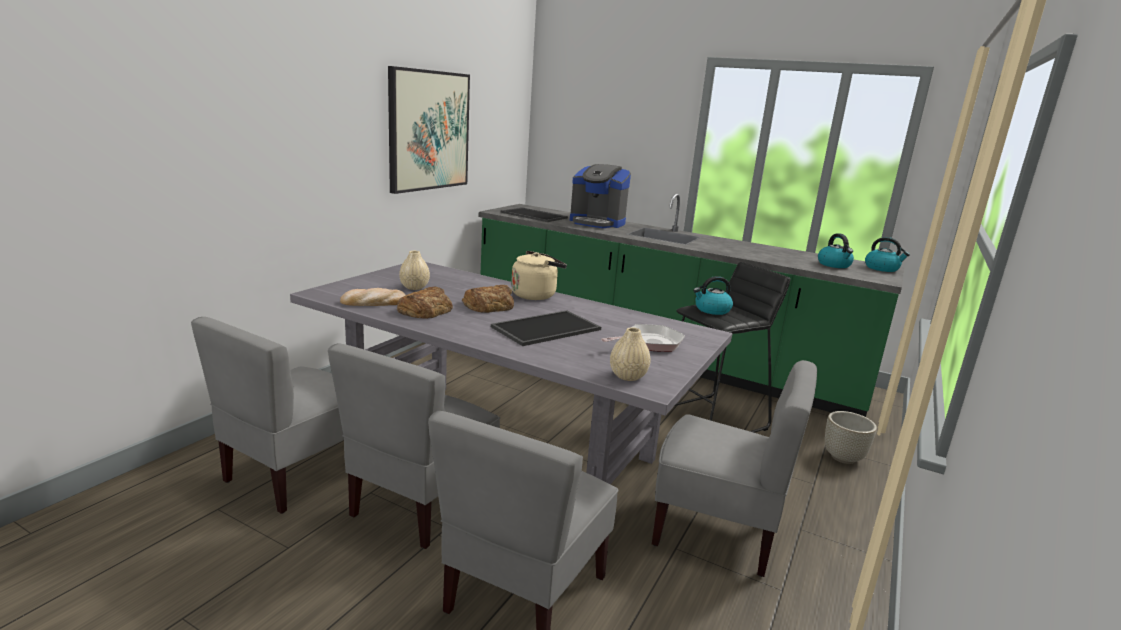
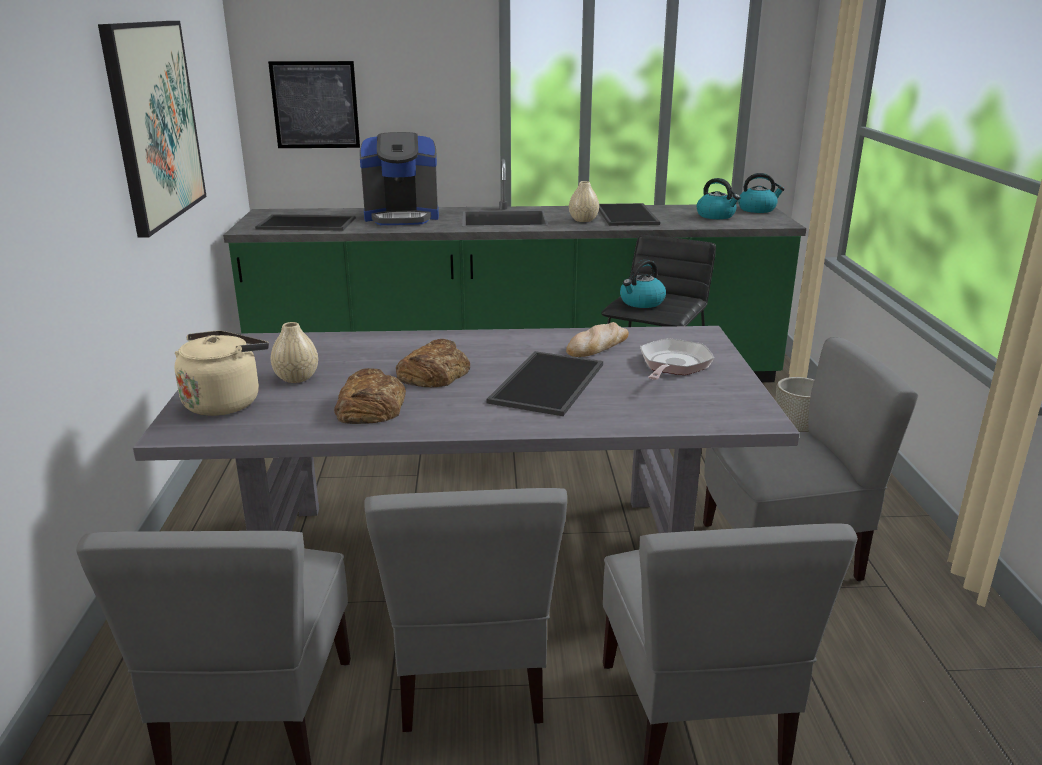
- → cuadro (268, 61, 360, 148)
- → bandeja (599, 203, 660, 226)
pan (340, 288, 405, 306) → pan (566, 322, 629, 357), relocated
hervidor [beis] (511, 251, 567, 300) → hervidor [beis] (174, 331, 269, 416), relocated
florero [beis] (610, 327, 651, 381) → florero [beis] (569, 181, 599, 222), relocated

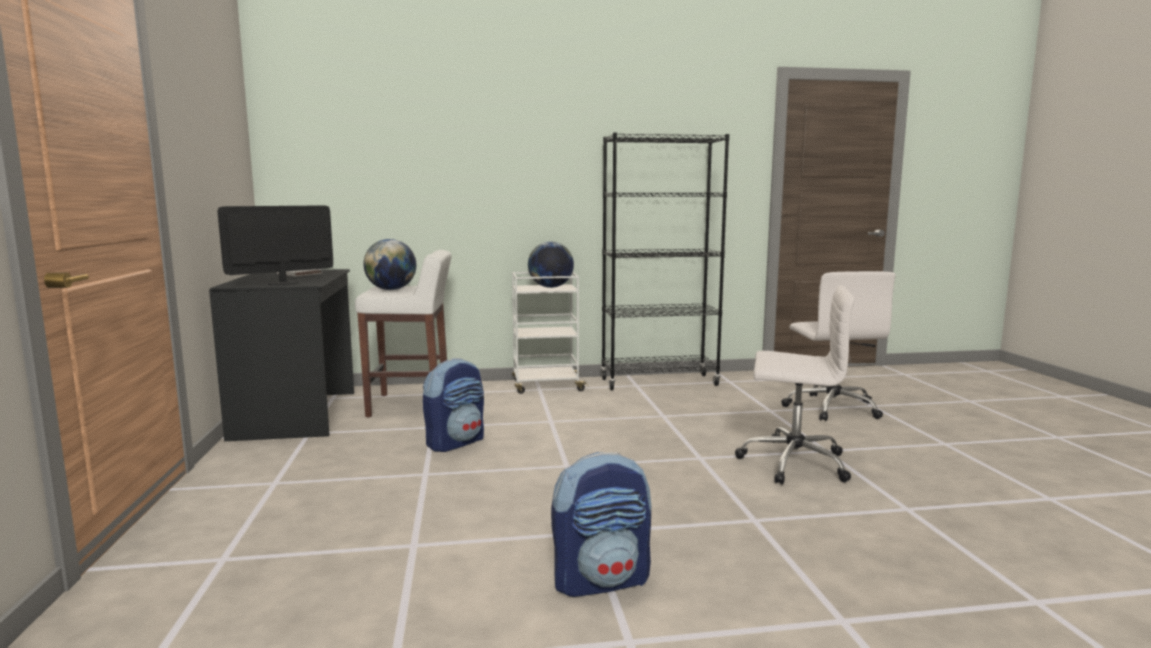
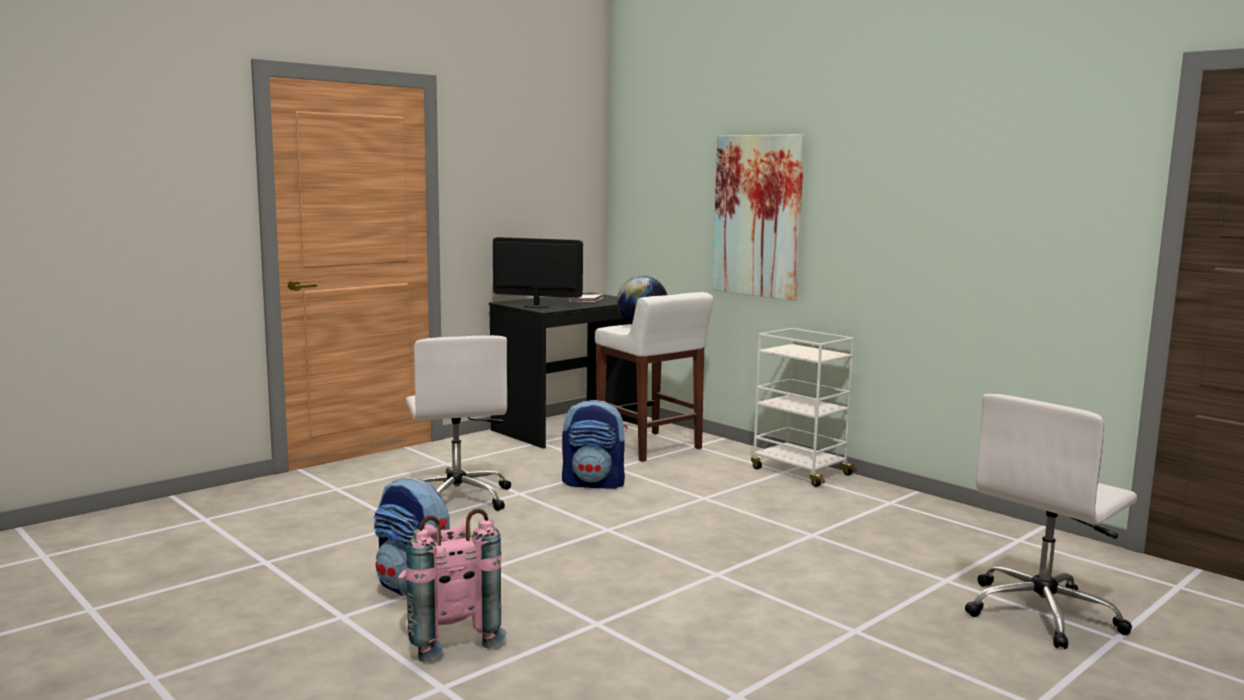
globo terráqueo (528, 242, 574, 288) → -
estantería [negro] (601, 132, 729, 391) → -
- → mochila [rosa] (397, 508, 507, 662)
- → cuadro (712, 134, 805, 301)
silla de oficina [blanco] (735, 285, 855, 485) → silla de oficina [blanco] (406, 335, 511, 511), relocated

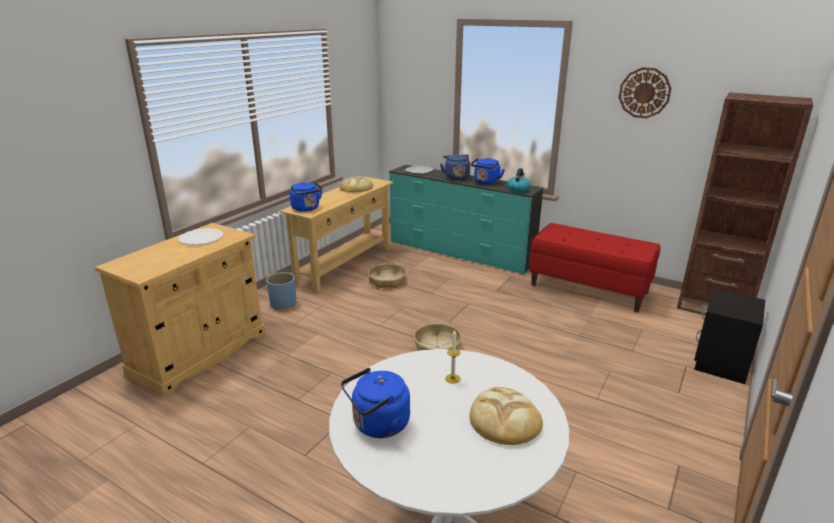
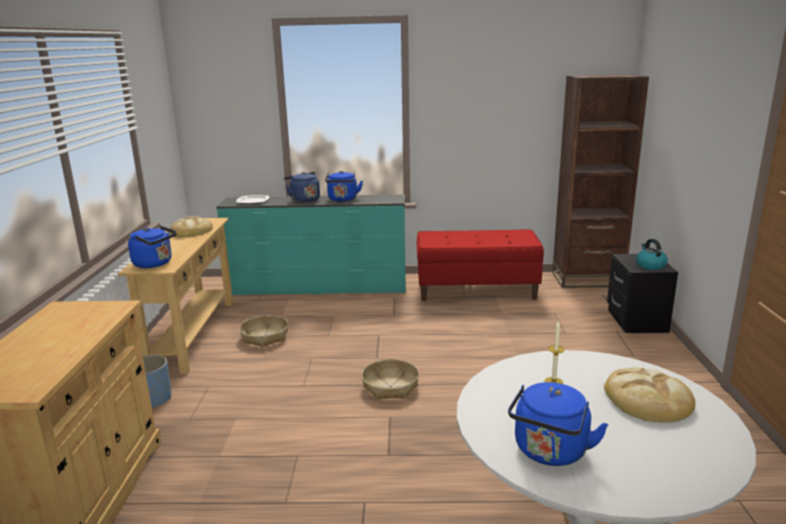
plato [blanco] (178, 228, 223, 245) → -
reloj de pared (619, 67, 671, 118) → -
hervidor (507, 168, 530, 192) → hervidor (636, 239, 668, 270), relocated

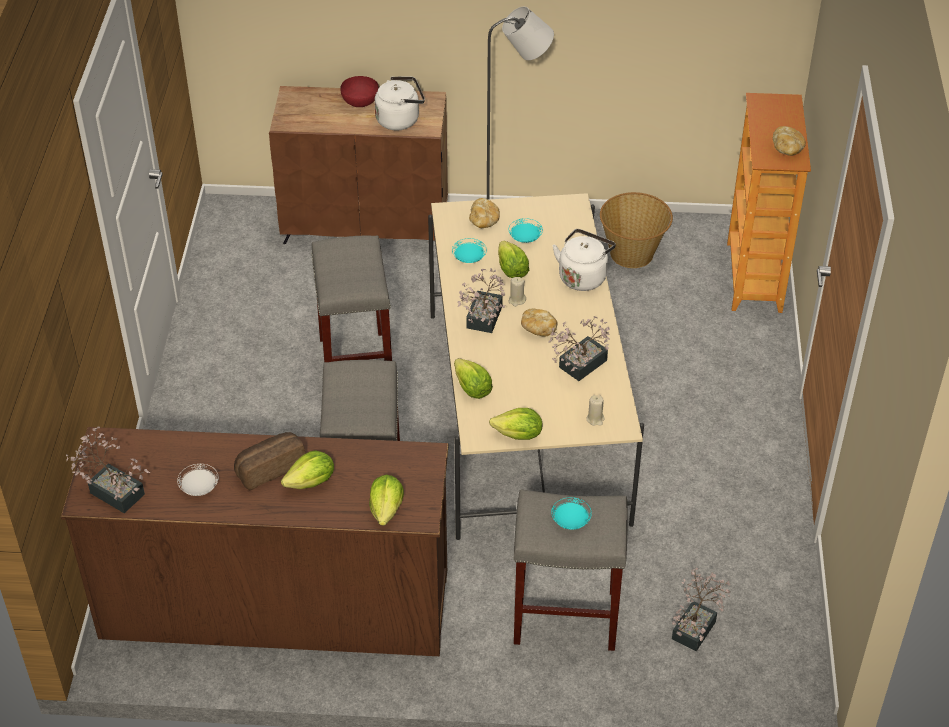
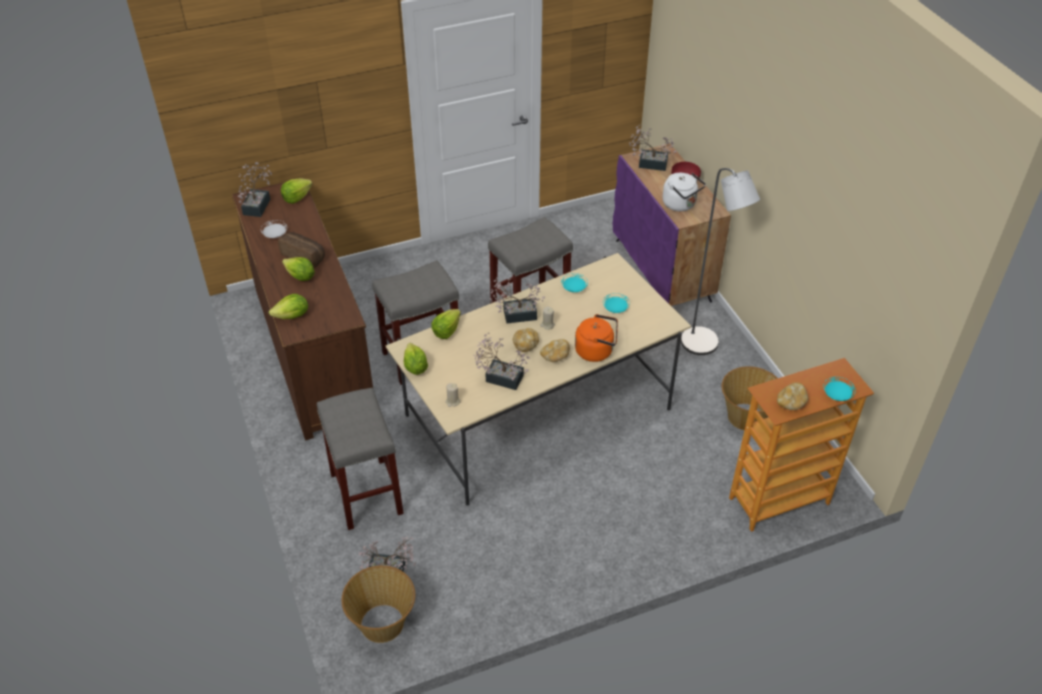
- → cesta (342, 565, 415, 643)
- → planta en maceta (629, 125, 676, 171)
pan (469, 198, 500, 228) → pan (540, 339, 570, 362), relocated
lechuga (498, 241, 529, 278) → lechuga (281, 178, 312, 204), relocated
plato [turquesa] (551, 497, 592, 530) → plato [turquesa] (823, 377, 856, 401), relocated
armario [marrón] (269, 86, 448, 244) → armario [morado] (613, 143, 731, 306)
hervidor [blanco] (553, 229, 616, 291) → hervidor [naranja] (575, 314, 618, 362)

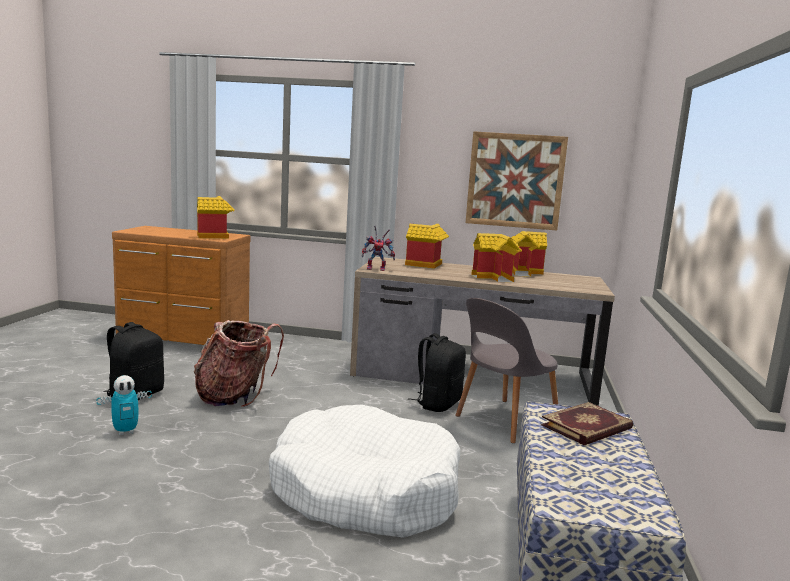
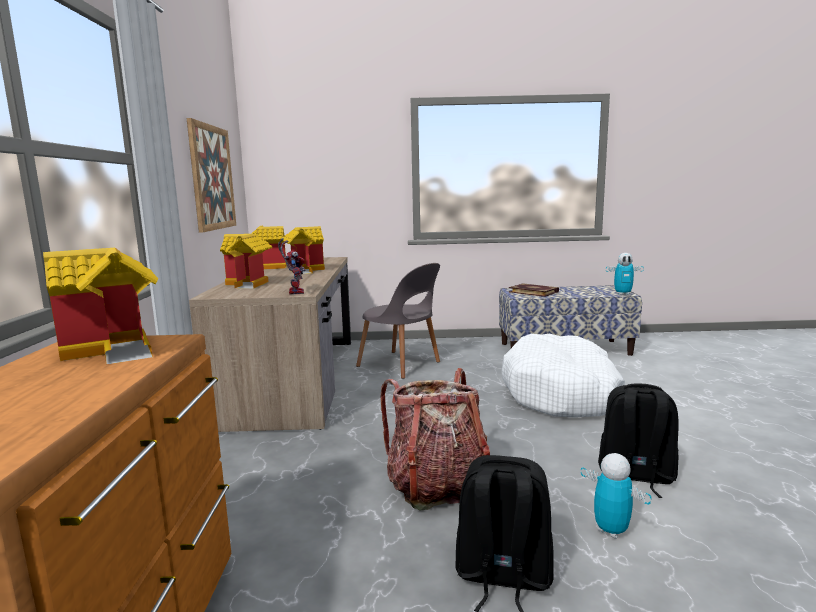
- → robot de juguete (606, 253, 644, 295)
mochila [negro] (408, 333, 466, 412) → mochila [negro] (598, 383, 679, 498), relocated

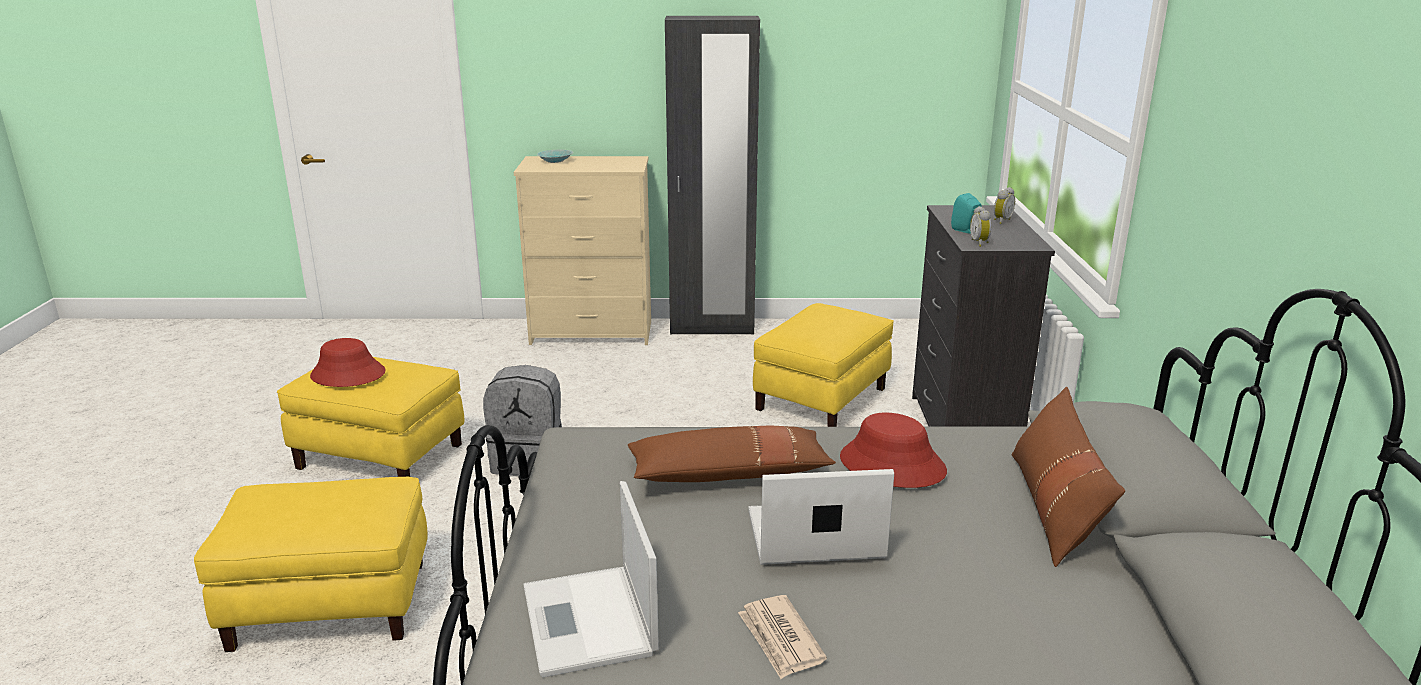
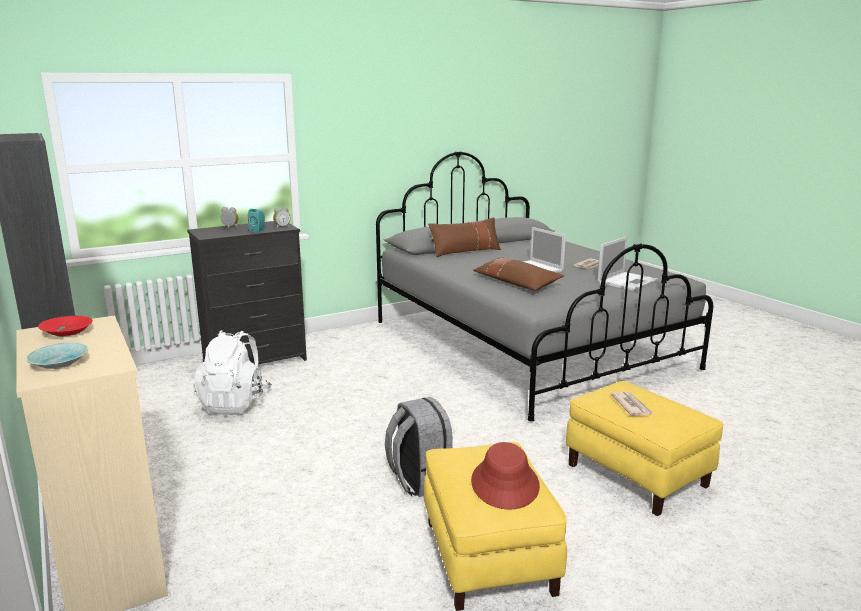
sombrero [rojo] (840, 413, 947, 488) → -
- → cuenco [rojo] (38, 316, 93, 337)
- → periódico (611, 392, 653, 416)
puf [amarillo] (753, 303, 894, 427) → mochila [blanco] (192, 330, 272, 415)

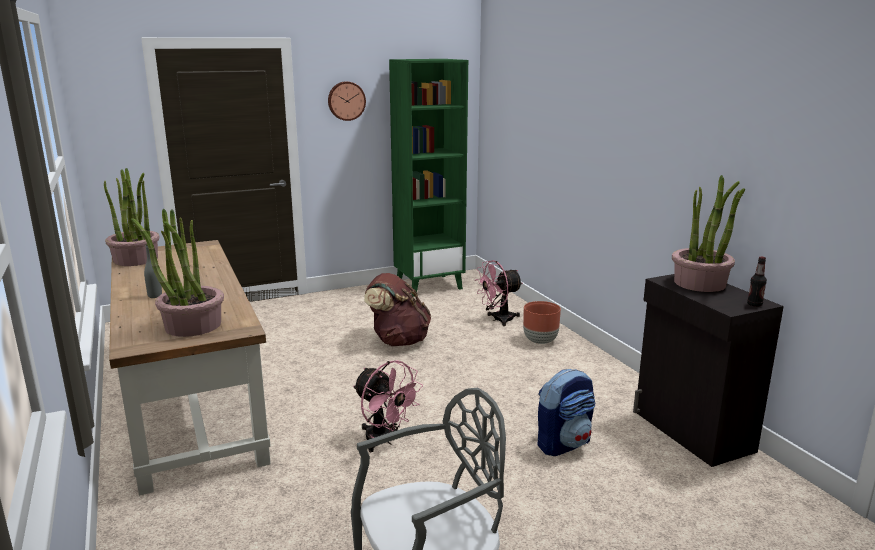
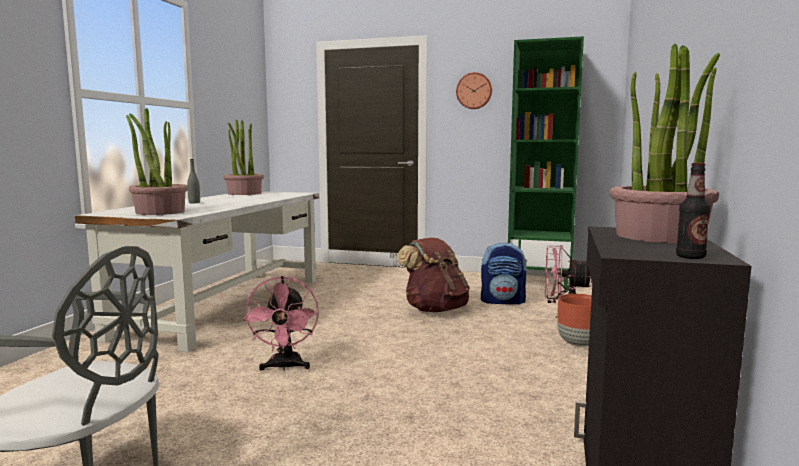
mochila (537, 369, 596, 456) → mochila (481, 242, 527, 305), relocated
escritorio [marrón] (109, 240, 271, 496) → escritorio [blanco] (75, 191, 319, 352)

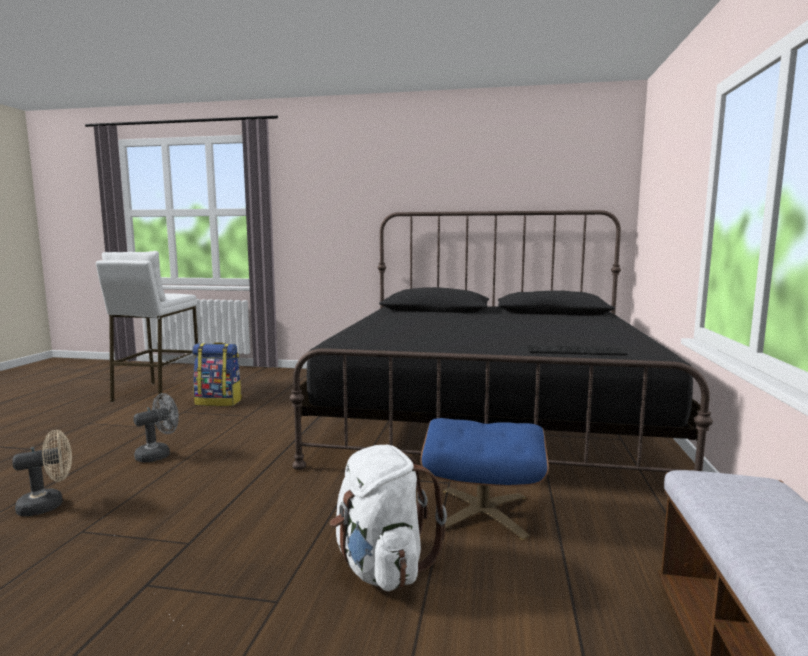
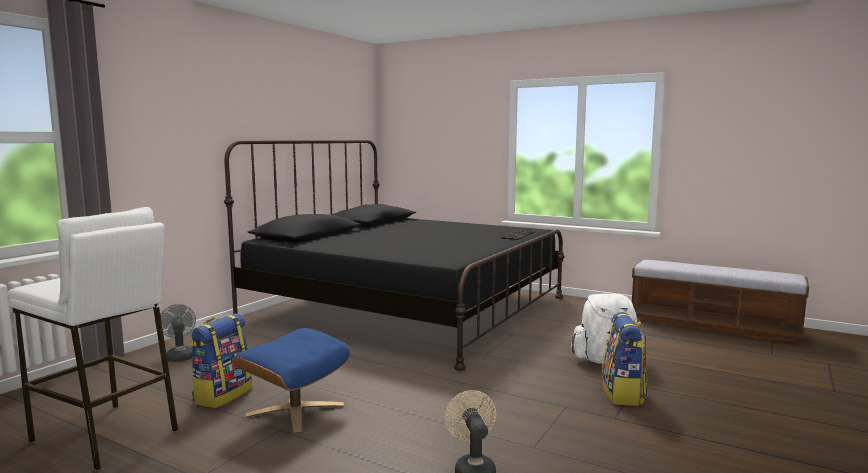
- → mochila (602, 312, 648, 406)
ventilador [gris] (133, 393, 179, 463) → ventilador [gris] (160, 304, 196, 362), relocated
puf [azul] (420, 418, 549, 540) → puf [azul] (232, 328, 350, 434), relocated

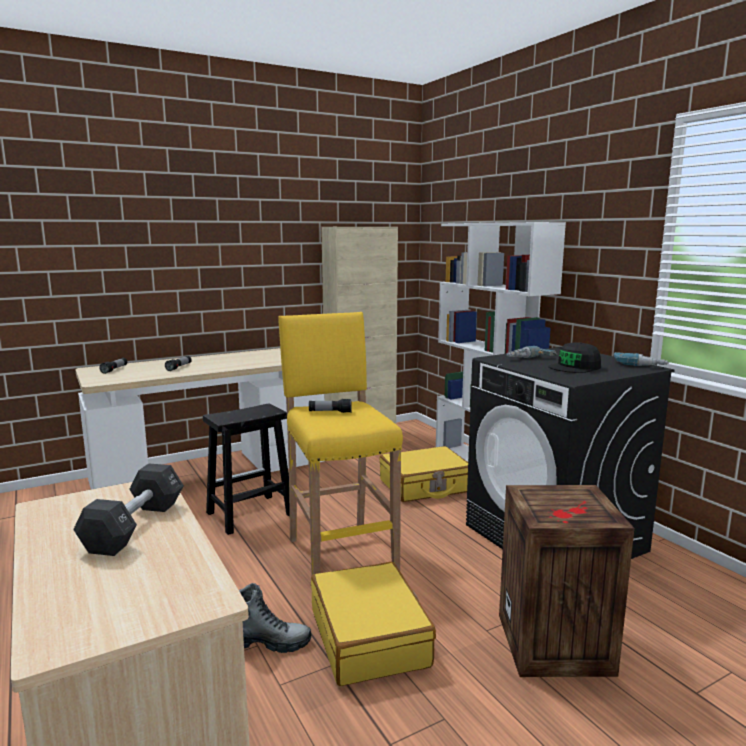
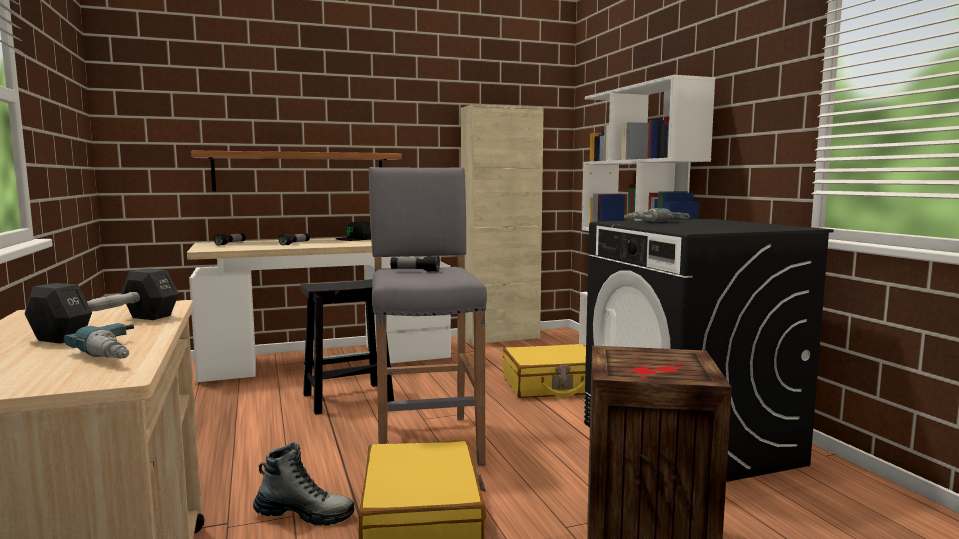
- → estante (191, 150, 402, 191)
gorra [negro] (548, 343, 601, 373) → gorra [negro] (336, 221, 371, 241), relocated
taladro (614, 352, 669, 366) → taladro (64, 323, 134, 359), relocated
taburete [amarillo] (278, 312, 403, 575) → taburete [gris] (369, 167, 487, 466)

